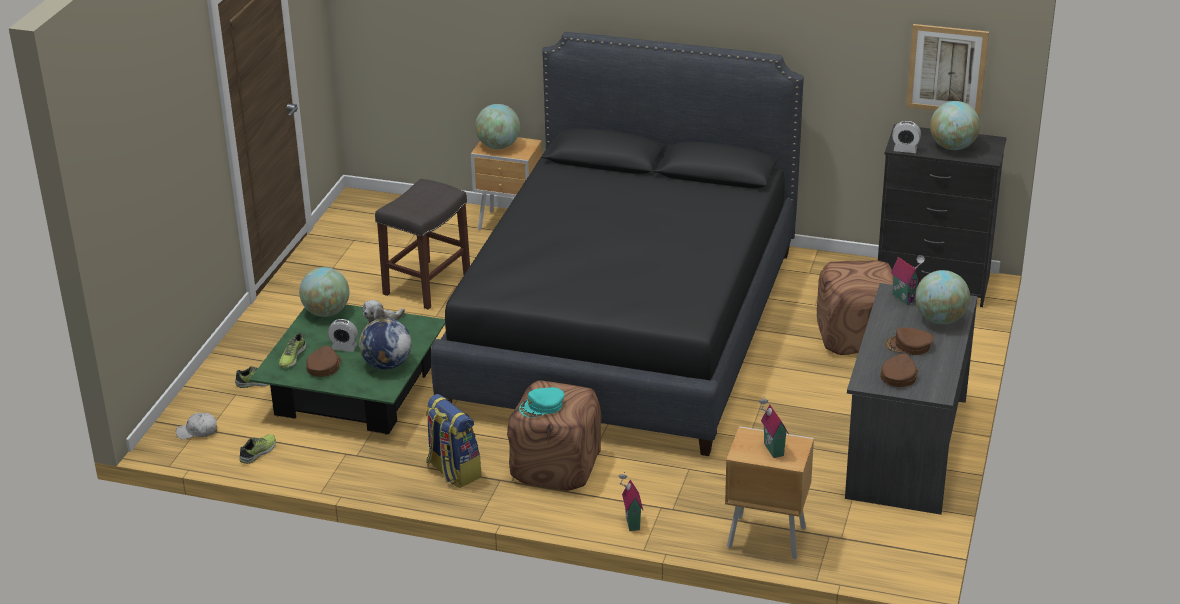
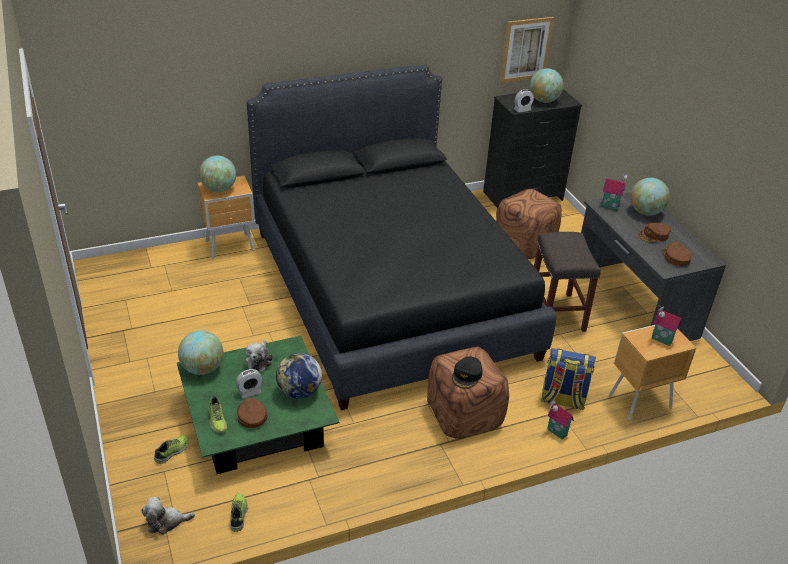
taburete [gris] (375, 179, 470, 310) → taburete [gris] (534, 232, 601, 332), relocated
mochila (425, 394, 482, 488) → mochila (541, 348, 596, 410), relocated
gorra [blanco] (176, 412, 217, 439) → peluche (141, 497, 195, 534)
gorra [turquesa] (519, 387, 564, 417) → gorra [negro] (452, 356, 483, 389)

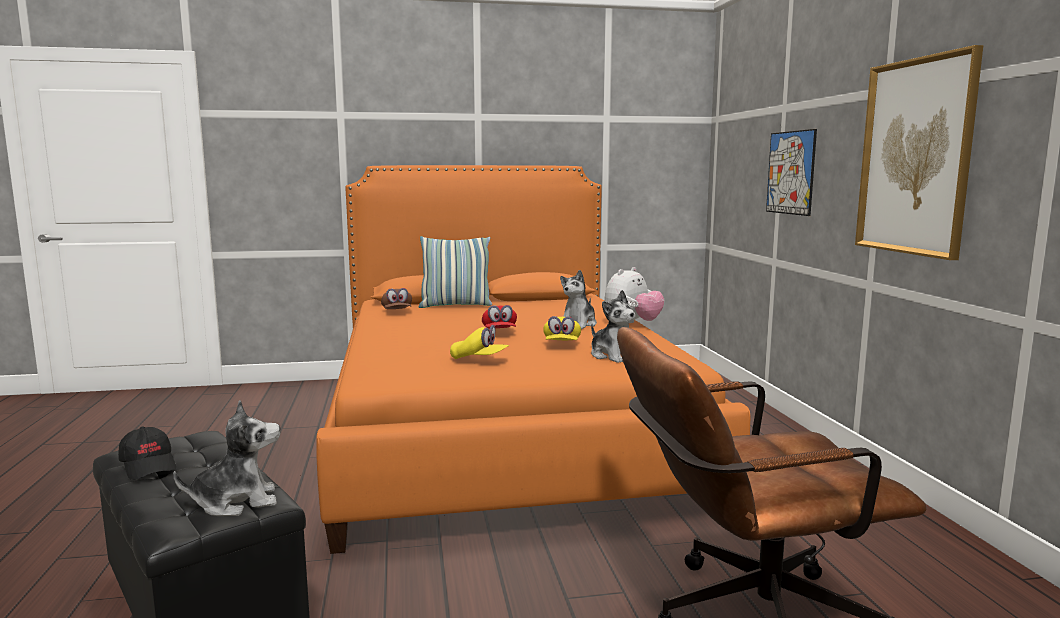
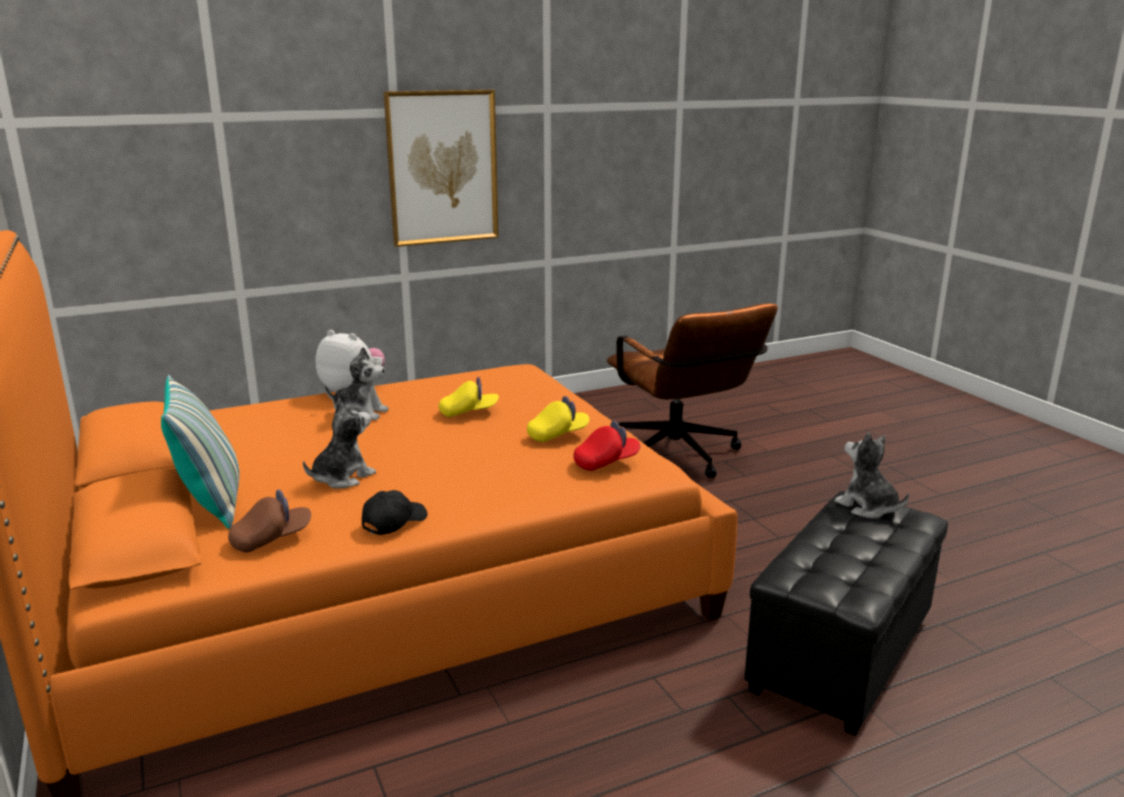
cuadro (766, 129, 817, 216) → -
gorra [negro] (118, 427, 176, 480) → gorra [negro] (362, 490, 428, 535), relocated
gorra [rojo] (482, 305, 517, 328) → gorra [rojo] (574, 421, 640, 471), relocated
peluche (591, 290, 636, 363) → peluche (303, 399, 376, 489), relocated
gorra [amarillo] (450, 325, 509, 359) → gorra [amarillo] (527, 396, 589, 442), 60 degrees clockwise

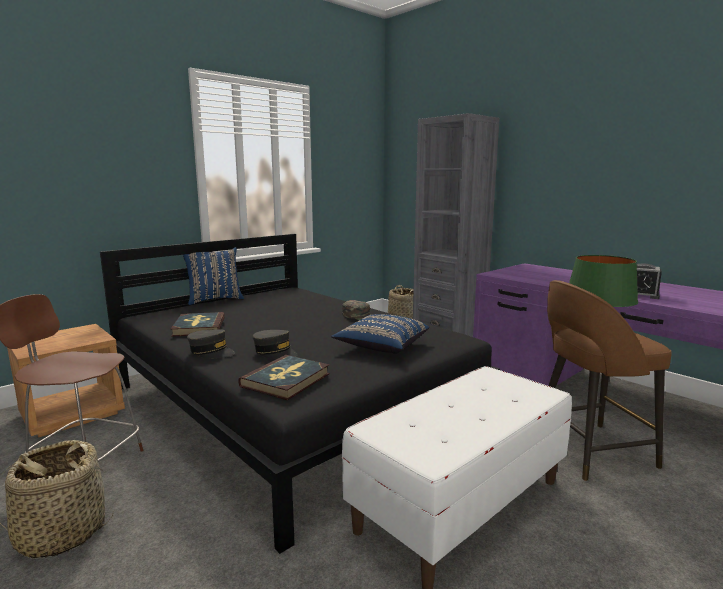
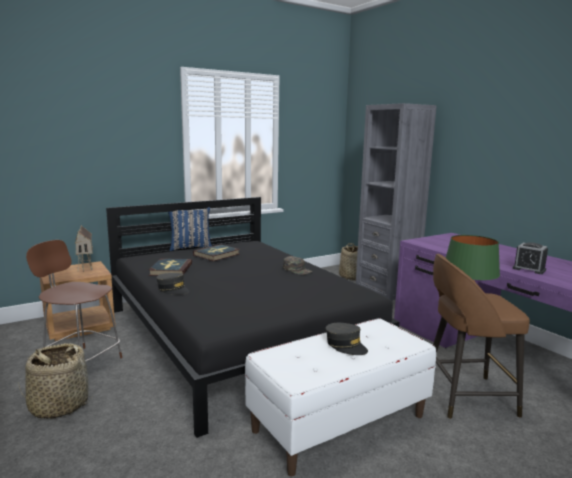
cojín [azul] (331, 314, 429, 354) → -
- → casita (75, 225, 93, 272)
libro (238, 355, 330, 400) → libro (193, 244, 240, 261), relocated
gorra [gris] (252, 330, 298, 359) → gorra [gris] (325, 323, 368, 355), relocated

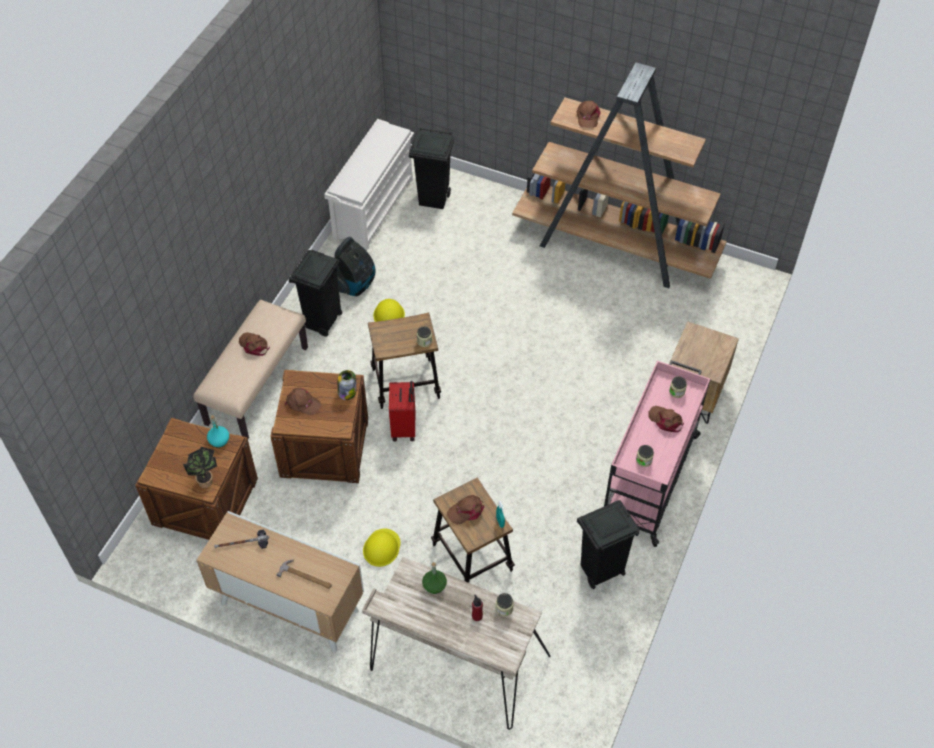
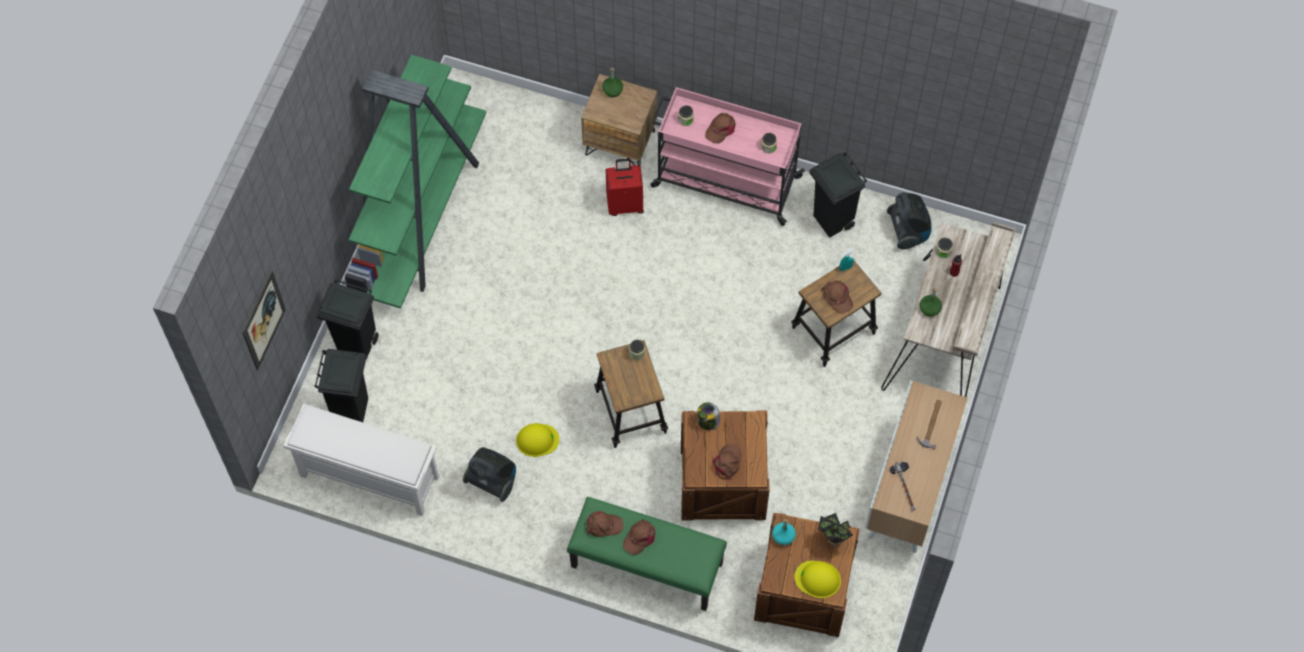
- → cuadro (242, 271, 286, 370)
- → botella [verde] (602, 67, 623, 97)
- → aspiradora (887, 192, 932, 249)
papelera [negro] (288, 250, 342, 336) → papelera [negro] (316, 279, 379, 359), relocated
casco [amarillo] (363, 529, 400, 567) → casco [amarillo] (795, 561, 841, 598), relocated
maleta [rojo] (389, 381, 415, 442) → maleta [rojo] (606, 158, 644, 216), relocated
gorra [marrón] (577, 101, 601, 128) → gorra [marrón] (584, 511, 624, 537), relocated
banco [beis] (193, 300, 308, 439) → banco [verde] (567, 497, 727, 611)
estantería [marrón] (512, 63, 727, 288) → estantería [verde] (345, 55, 487, 308)

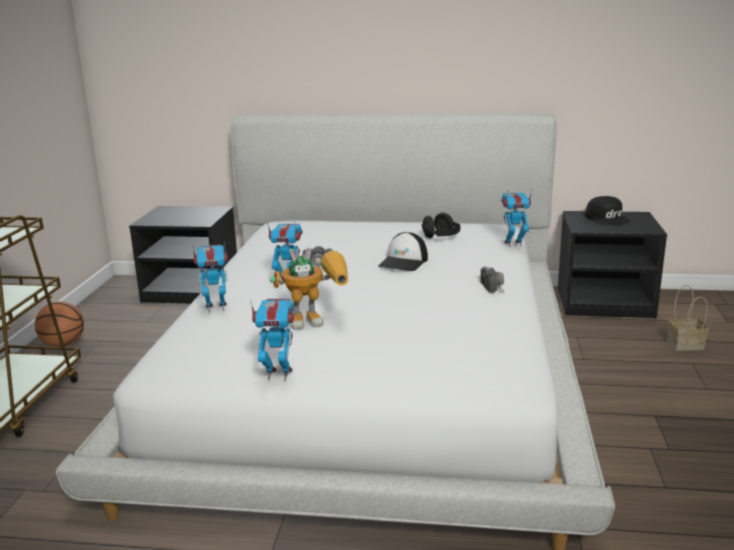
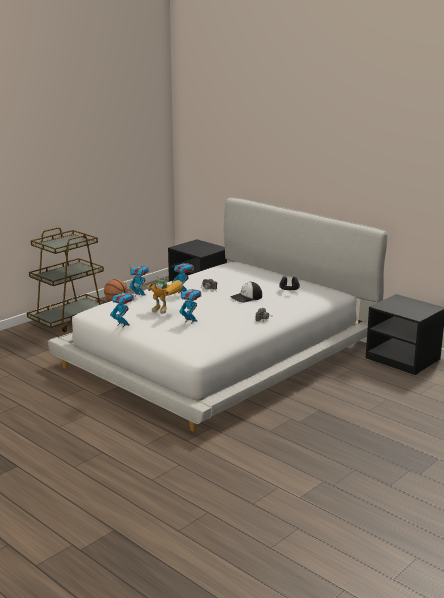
gorra [negro] (585, 196, 630, 225) → -
cesta (667, 285, 709, 351) → -
robot de juguete (501, 190, 532, 247) → robot de juguete (179, 287, 202, 324), relocated

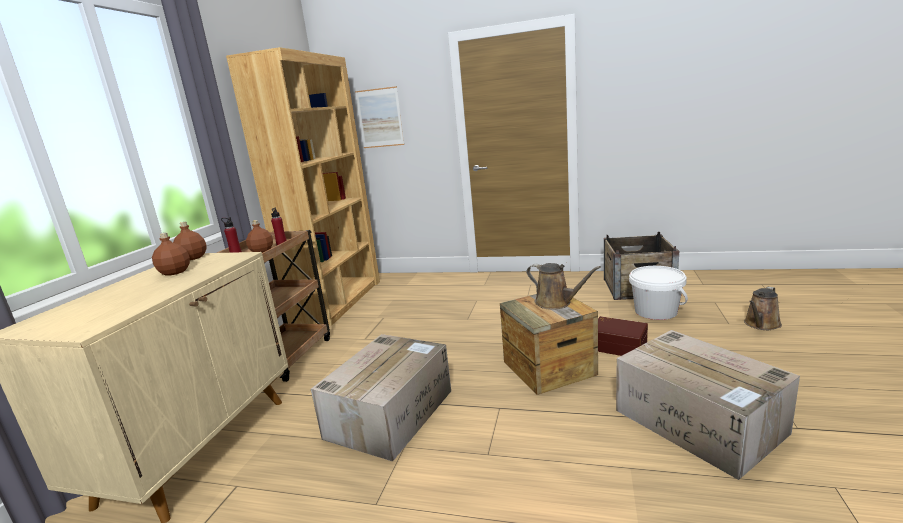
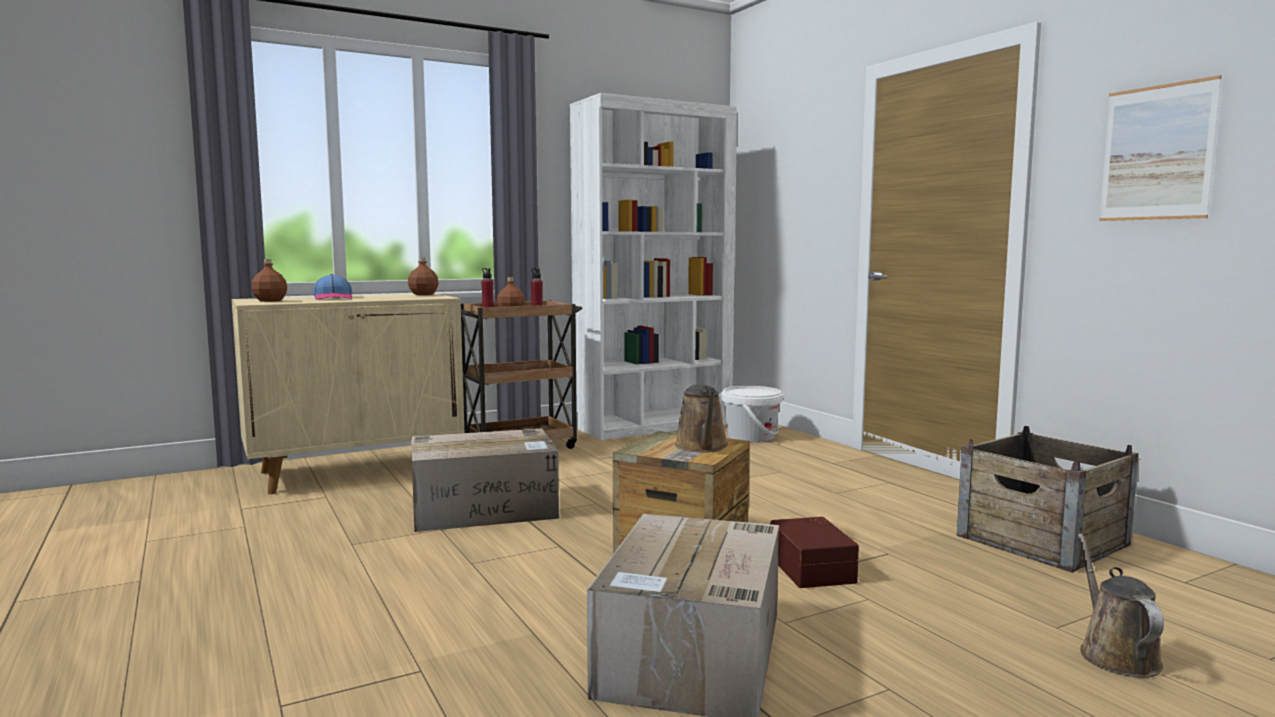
- → gorra (313, 274, 352, 300)
botella [marrón] (152, 233, 190, 275) → botella [marrón] (251, 259, 287, 302), relocated
cuadro (355, 86, 404, 148) → cuadro (1099, 75, 1221, 221), relocated
cubo [blanco] (629, 266, 688, 320) → cubo [blanco] (721, 386, 783, 443), relocated
estantería [marrón] (226, 47, 380, 326) → estantería [blanco] (570, 93, 737, 440)
regadera [marrón] (744, 287, 782, 330) → regadera [marrón] (1078, 533, 1164, 678), 90 degrees clockwise

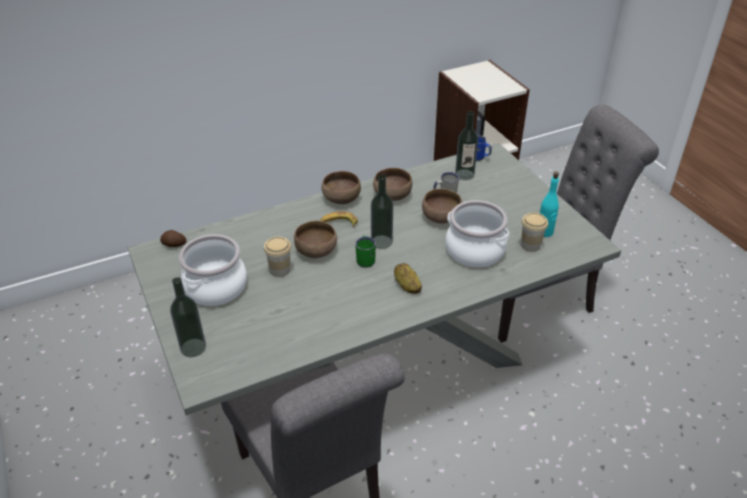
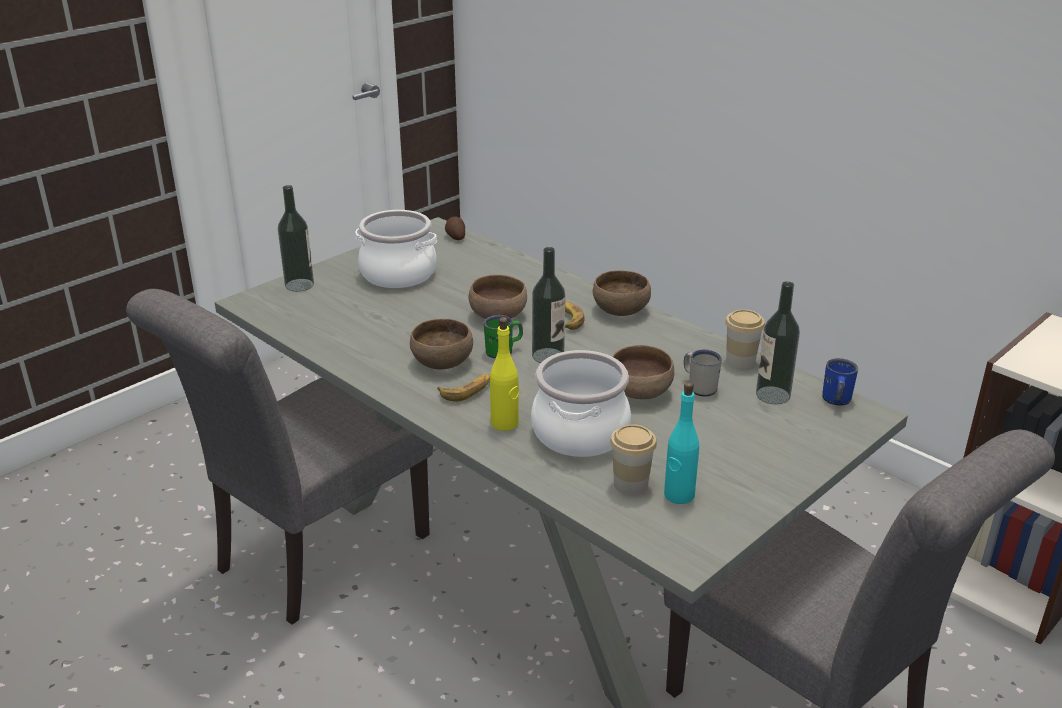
- → botella [amarillo] (490, 317, 519, 431)
taza (264, 237, 291, 277) → taza (725, 309, 765, 369), relocated
cuenco [marrón] (373, 168, 412, 201) → cuenco [marrón] (410, 319, 473, 370), relocated
patata (394, 263, 422, 294) → plátano (438, 374, 490, 402)

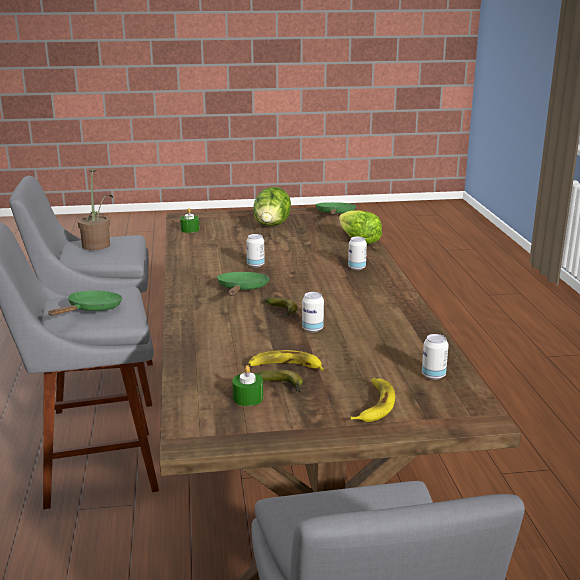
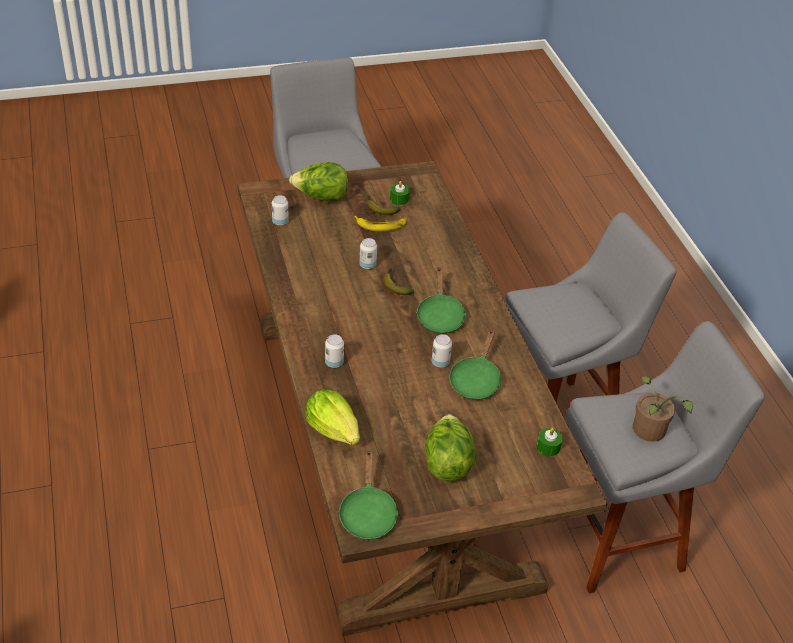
sartén [verde] (48, 291, 122, 316) → sartén [verde] (449, 329, 501, 400), relocated
plátano (351, 378, 395, 422) → lechuga (289, 162, 348, 201)

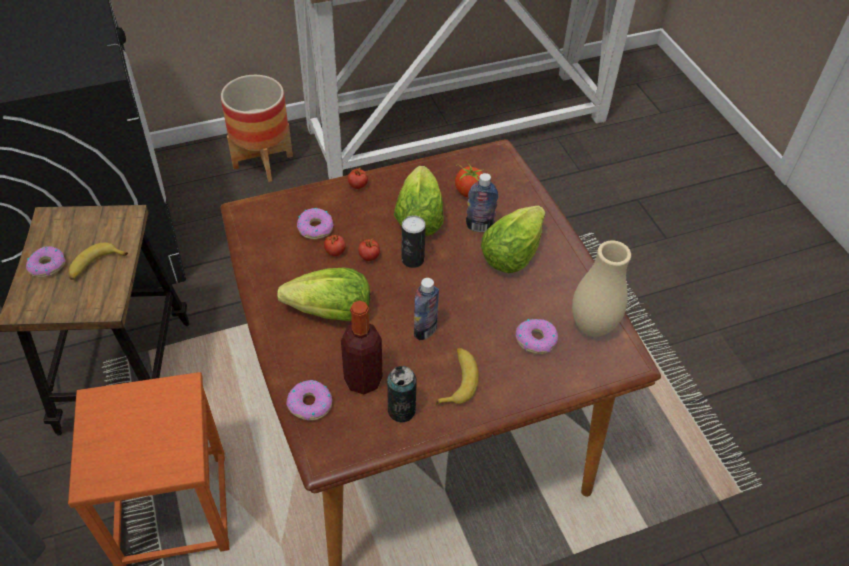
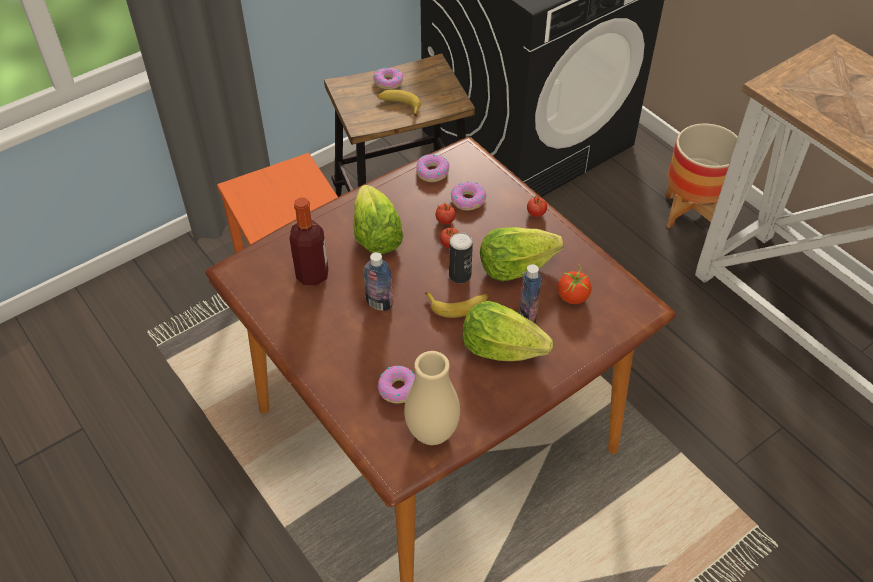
lata (387, 366, 417, 423) → -
rosquilla (286, 380, 332, 421) → rosquilla (416, 155, 450, 182), relocated
plátano (436, 347, 479, 405) → plátano (425, 292, 489, 318), relocated

